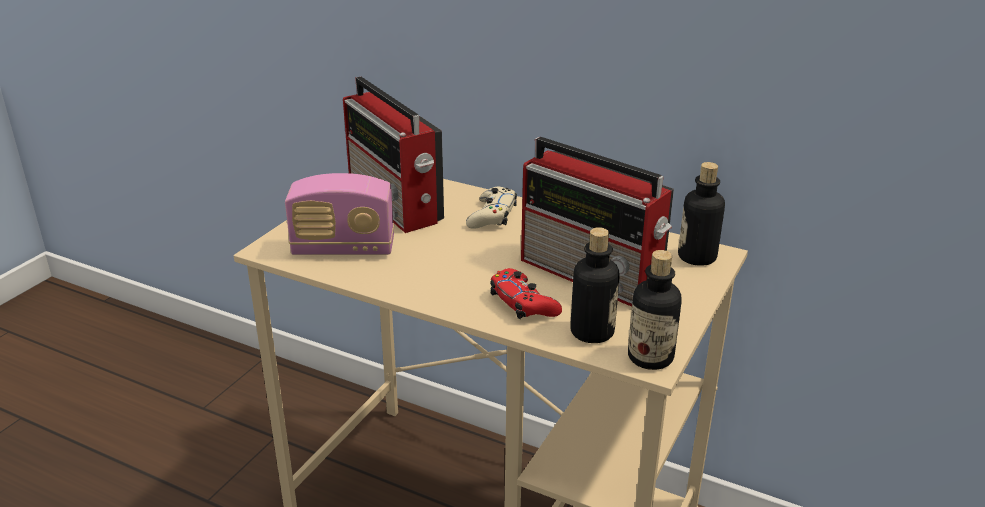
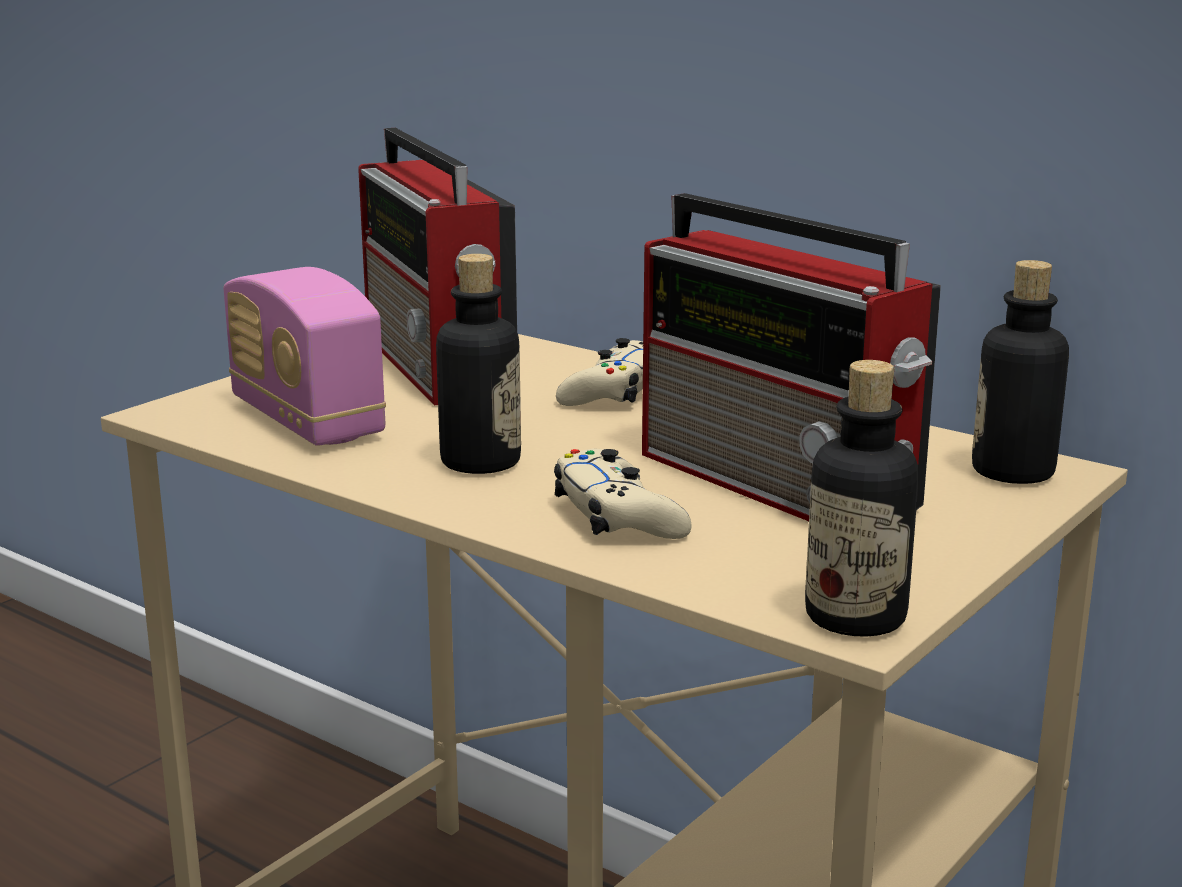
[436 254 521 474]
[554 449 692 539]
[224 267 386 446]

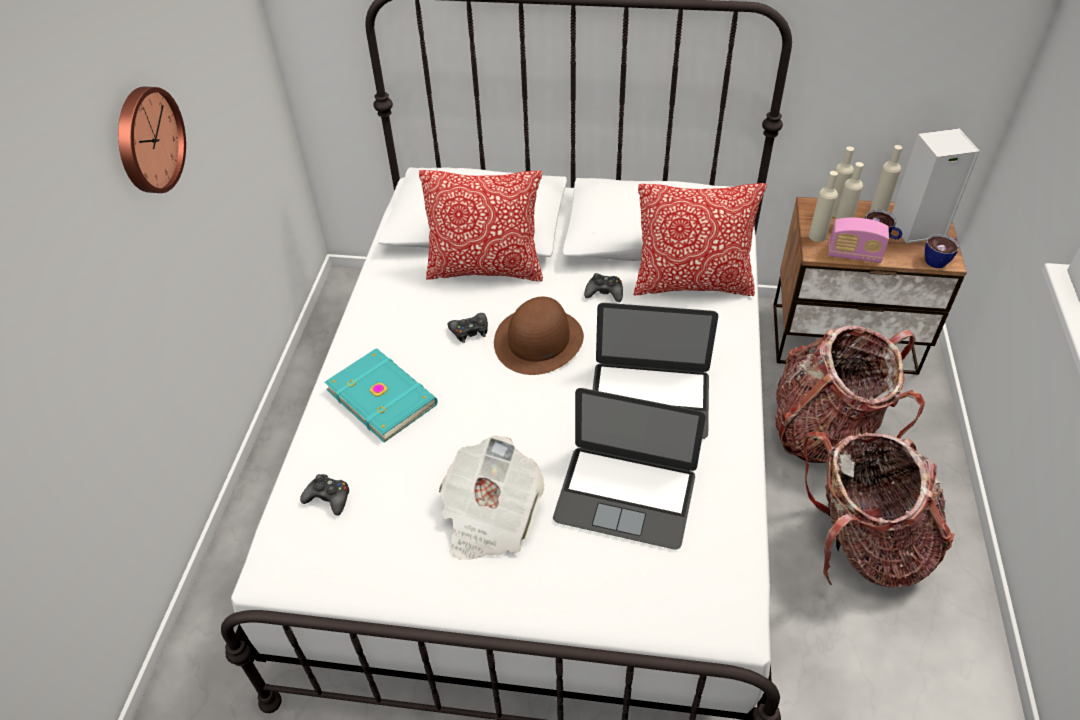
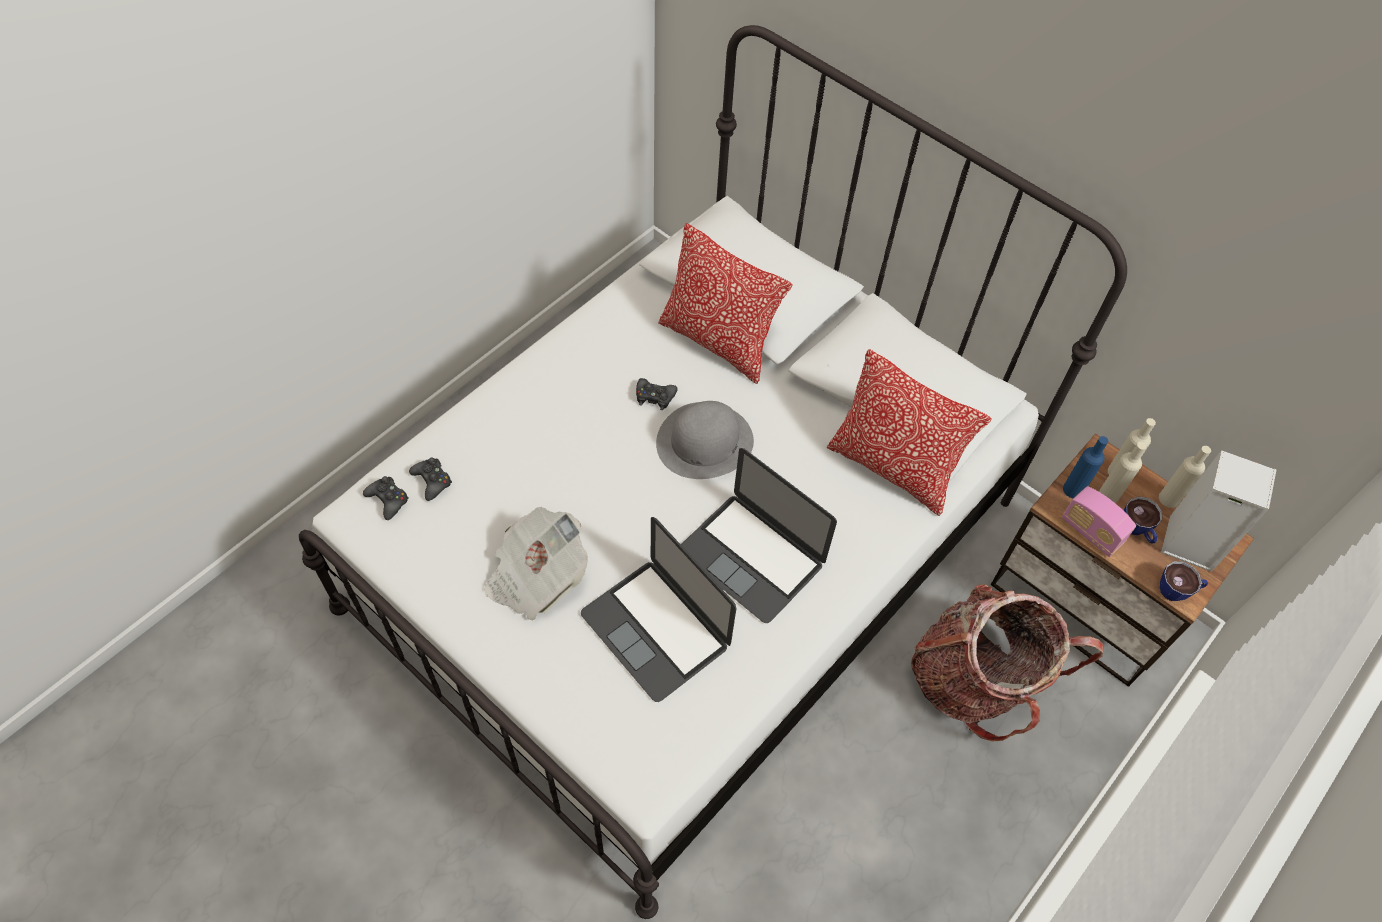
[118 87 186 193] (first image)
[325 348 438 442] (first image)
[803 431 954 587] (first image)
[363 476 409 520]
[656 401 754 479]
[1063 436 1108 498]

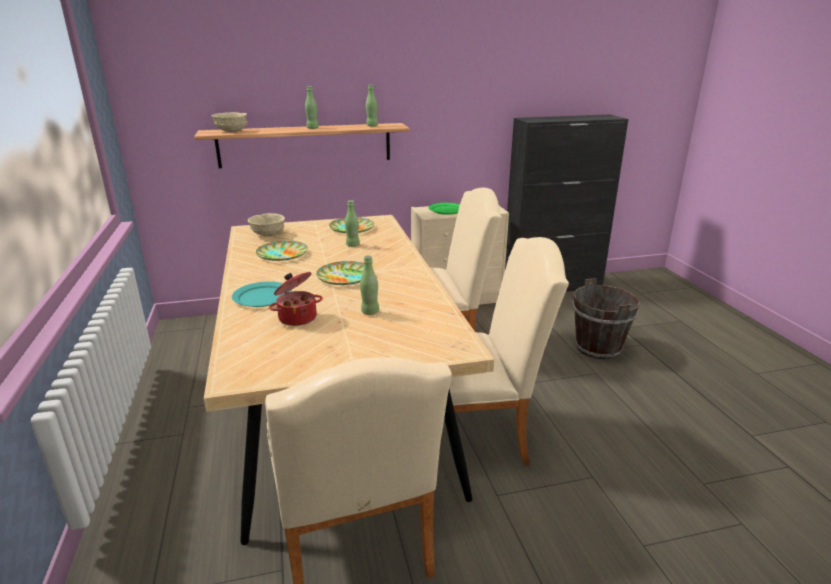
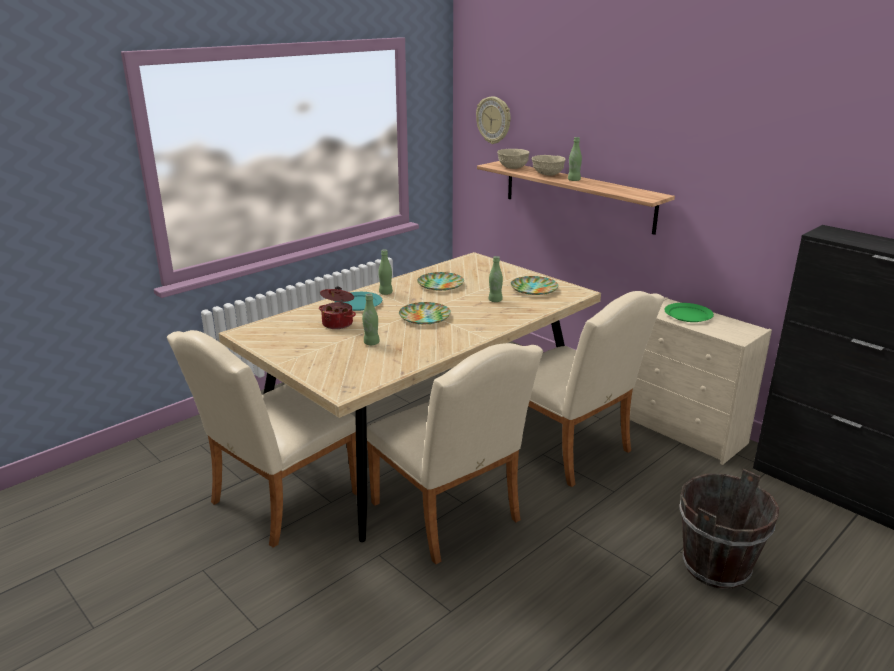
[476 96 511 144]
[532 155 565 176]
[378 249 393 295]

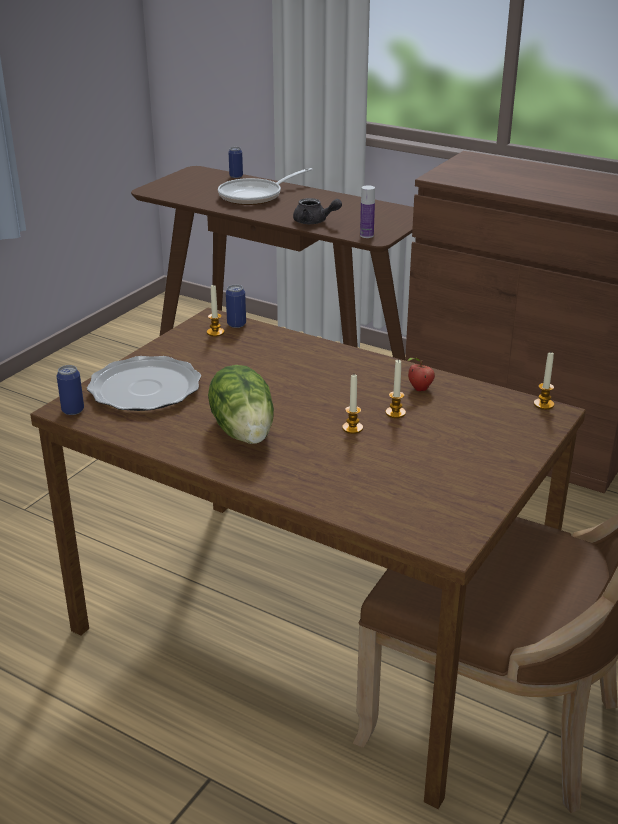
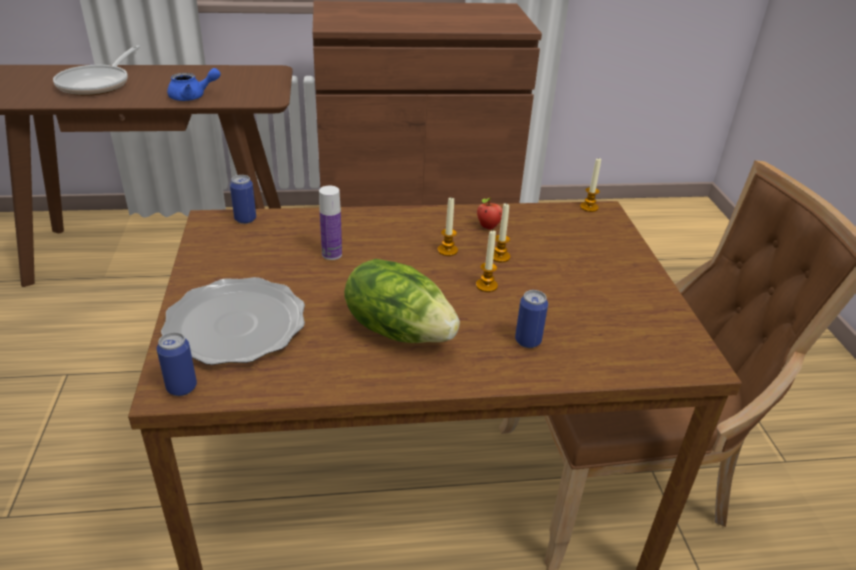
[437 196 458 256]
[515 290 548 348]
[319 186 342 260]
[167 68 221 101]

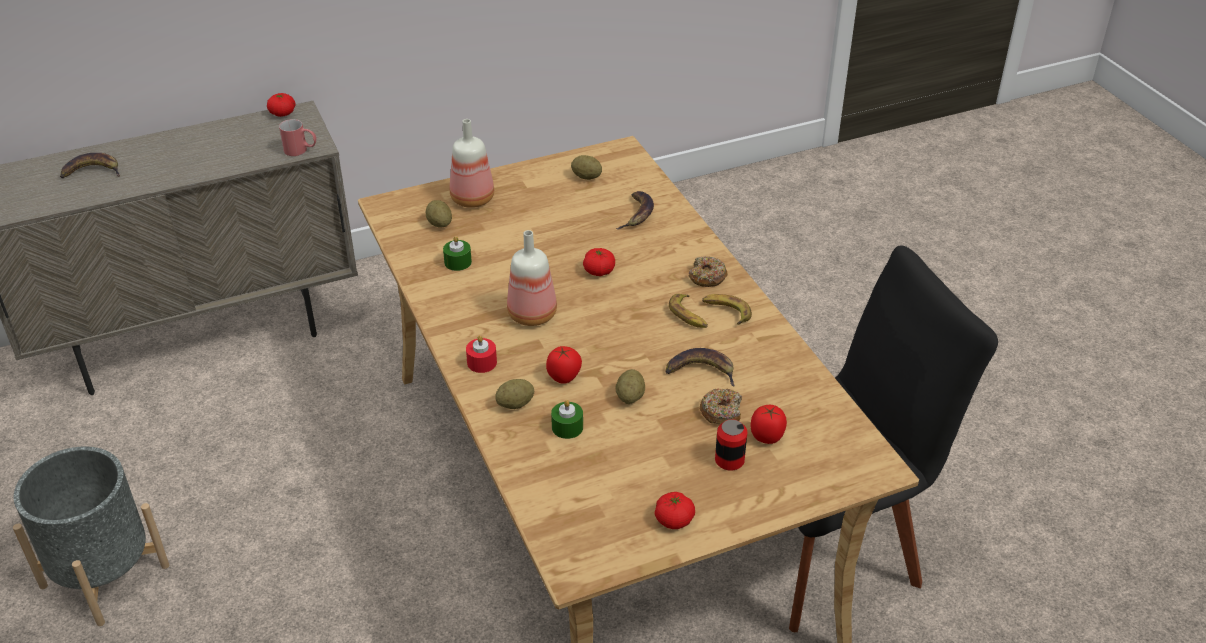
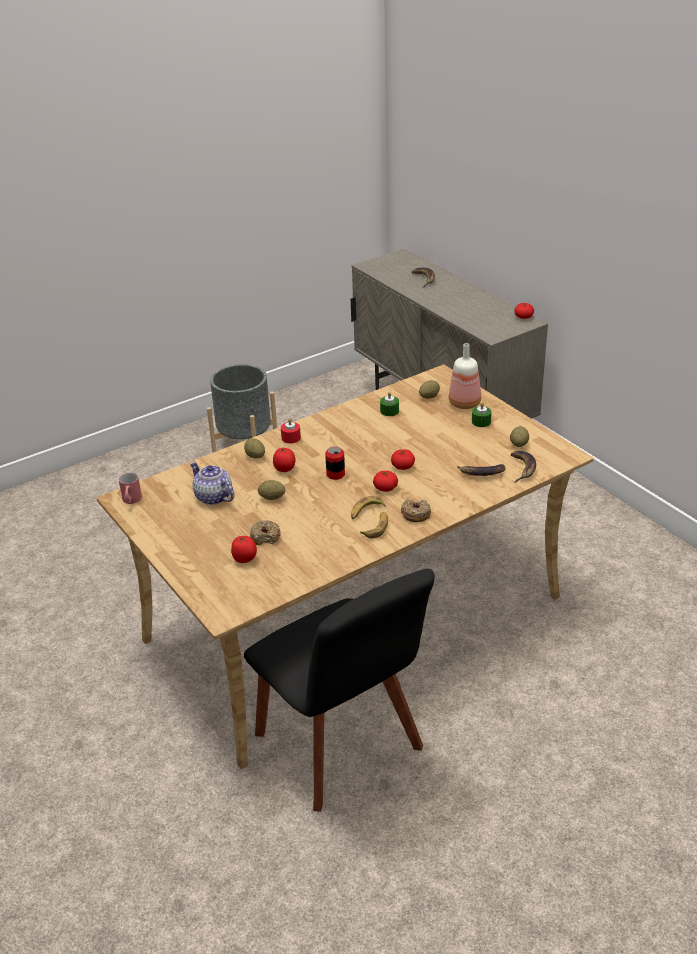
[507 230 557 326] (first image)
[190 462 234 505]
[118 472 142 504]
[472 402 492 427]
[373 470 398 492]
[510 451 536 483]
[325 446 345 480]

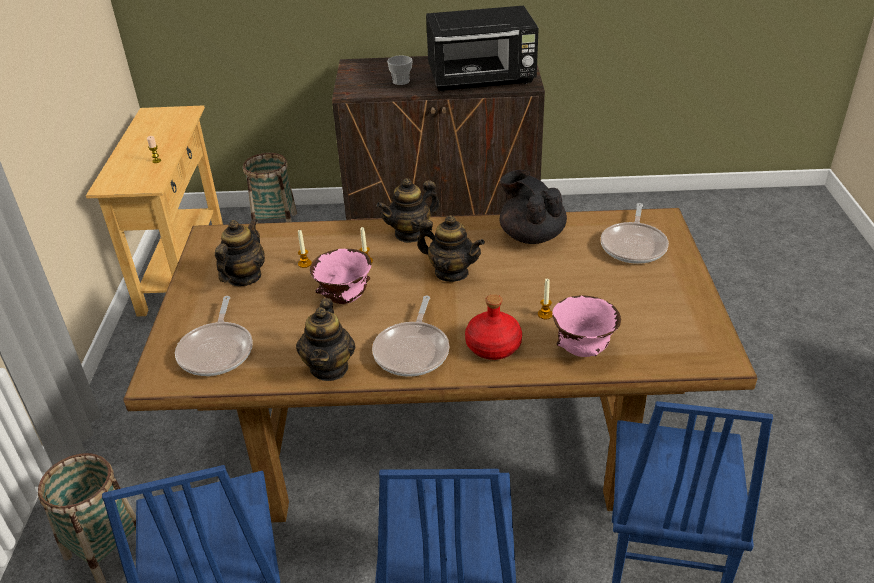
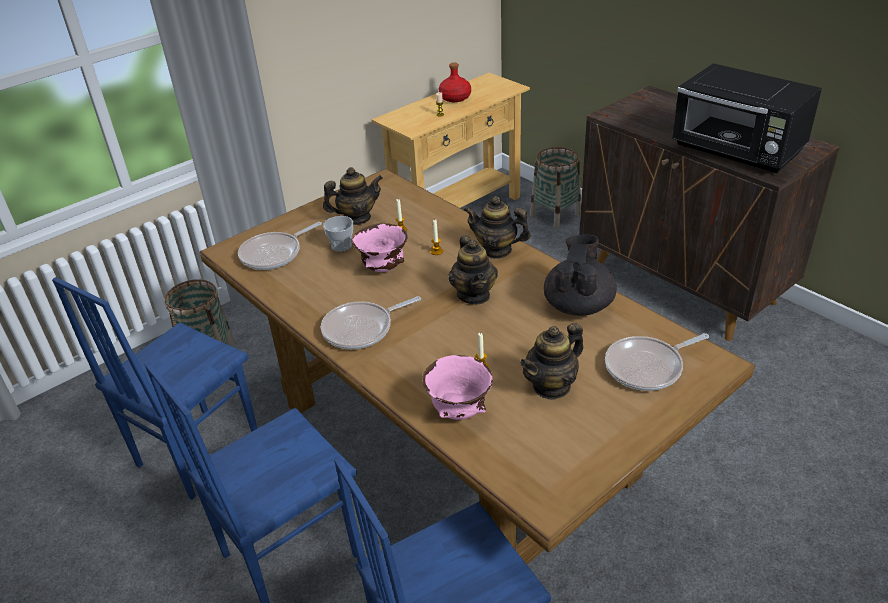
[520 323 584 400]
[323 216 353 252]
[439 62 471 102]

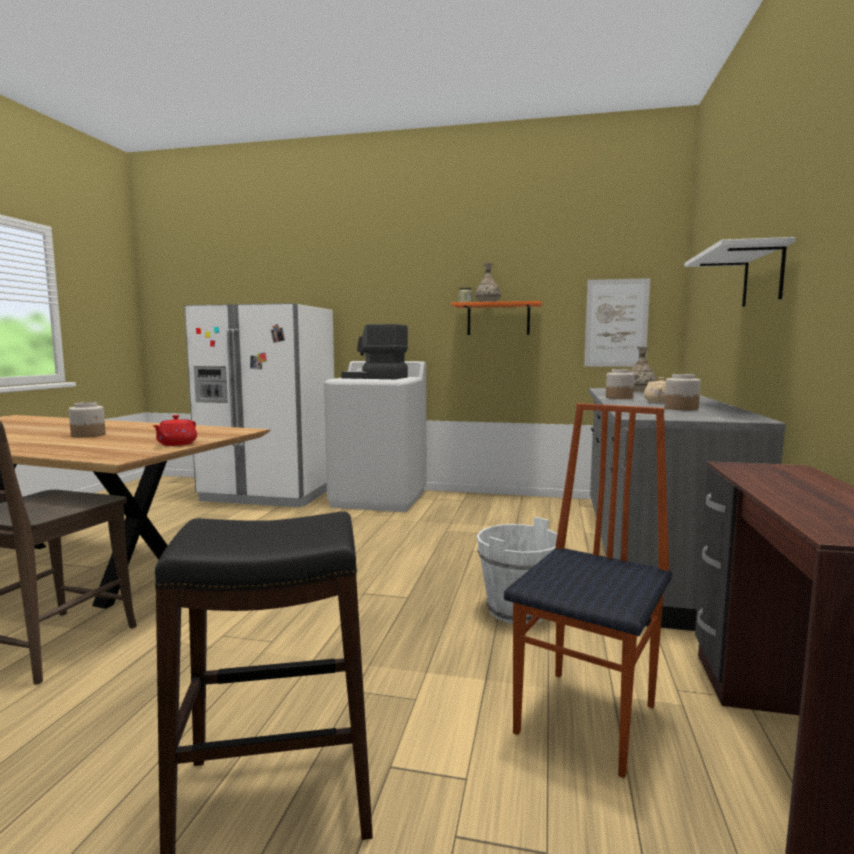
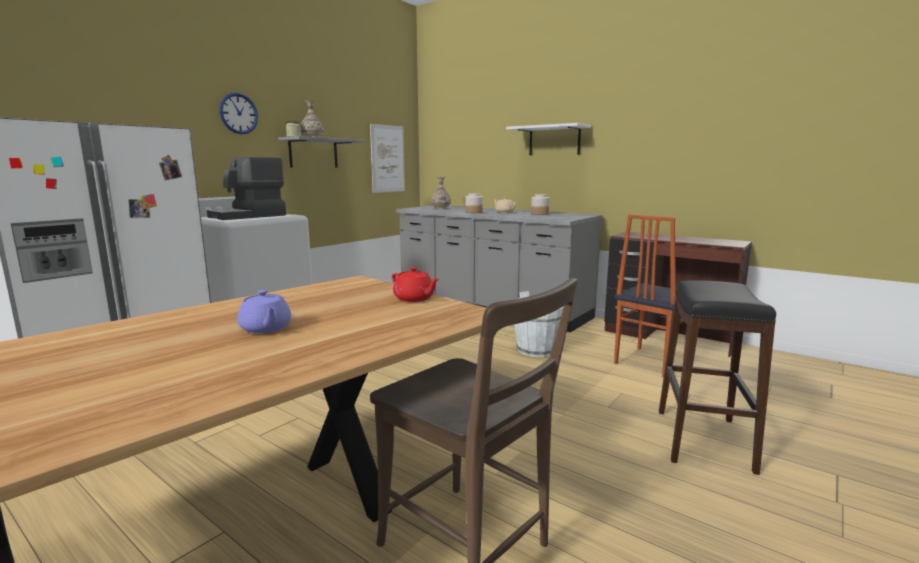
[219 93 258 134]
[237 290 291 334]
[278 136 364 168]
[614 215 688 378]

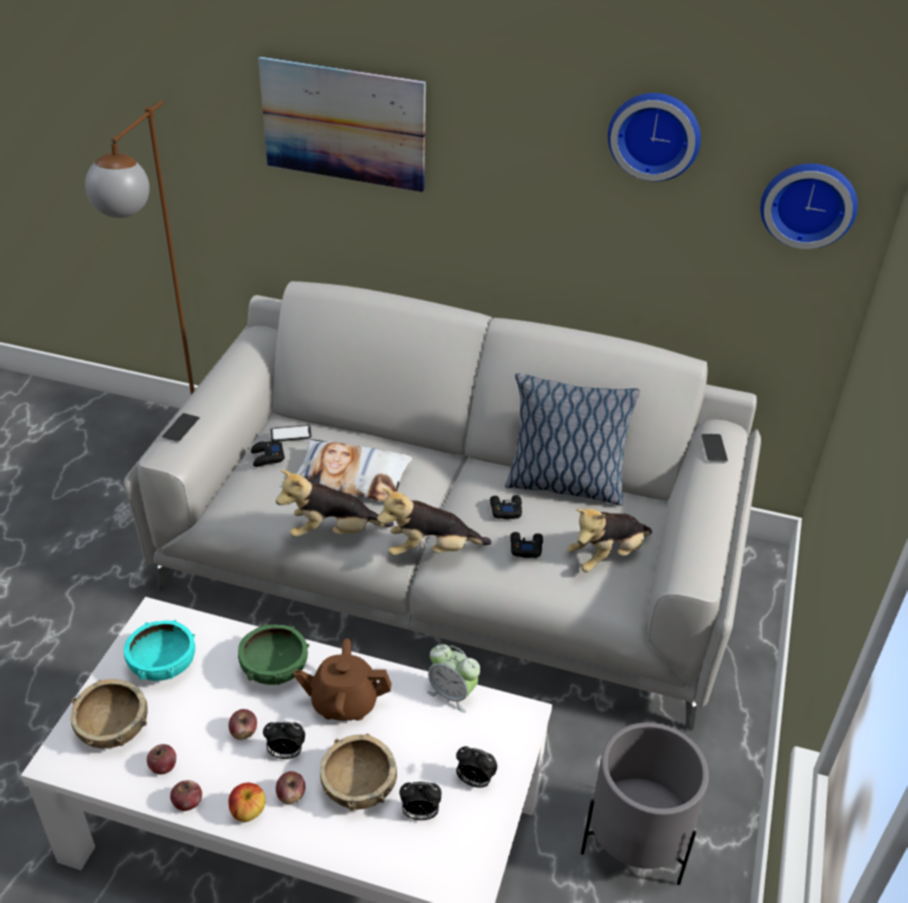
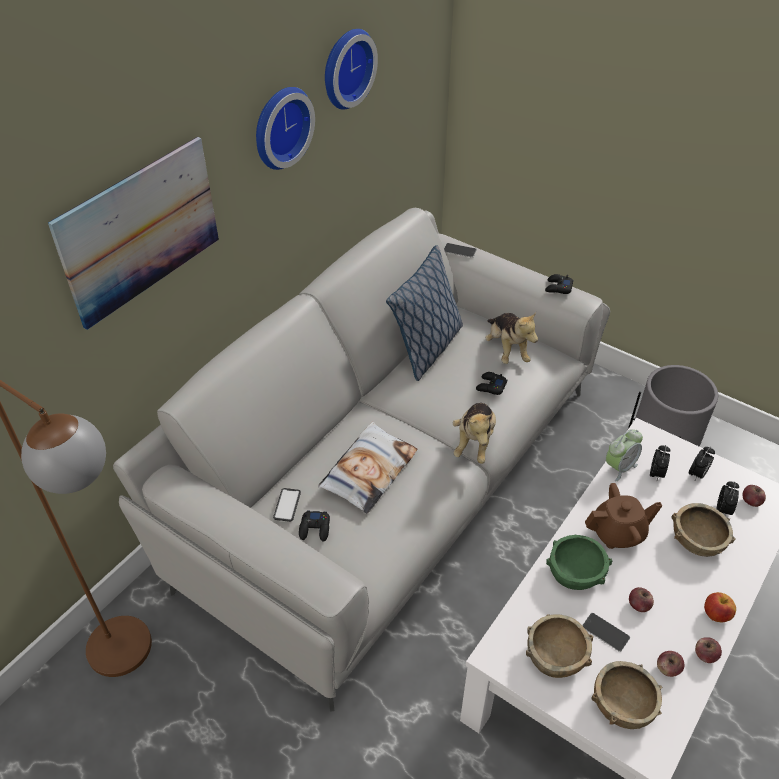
[276 470 394 537] (first image)
[582 613 630 652]
[650 445 670 480]
[743 485 766 507]
[545 274 573 294]
[256 87 315 170]
[526 614 593 678]
[585 483 662 549]

